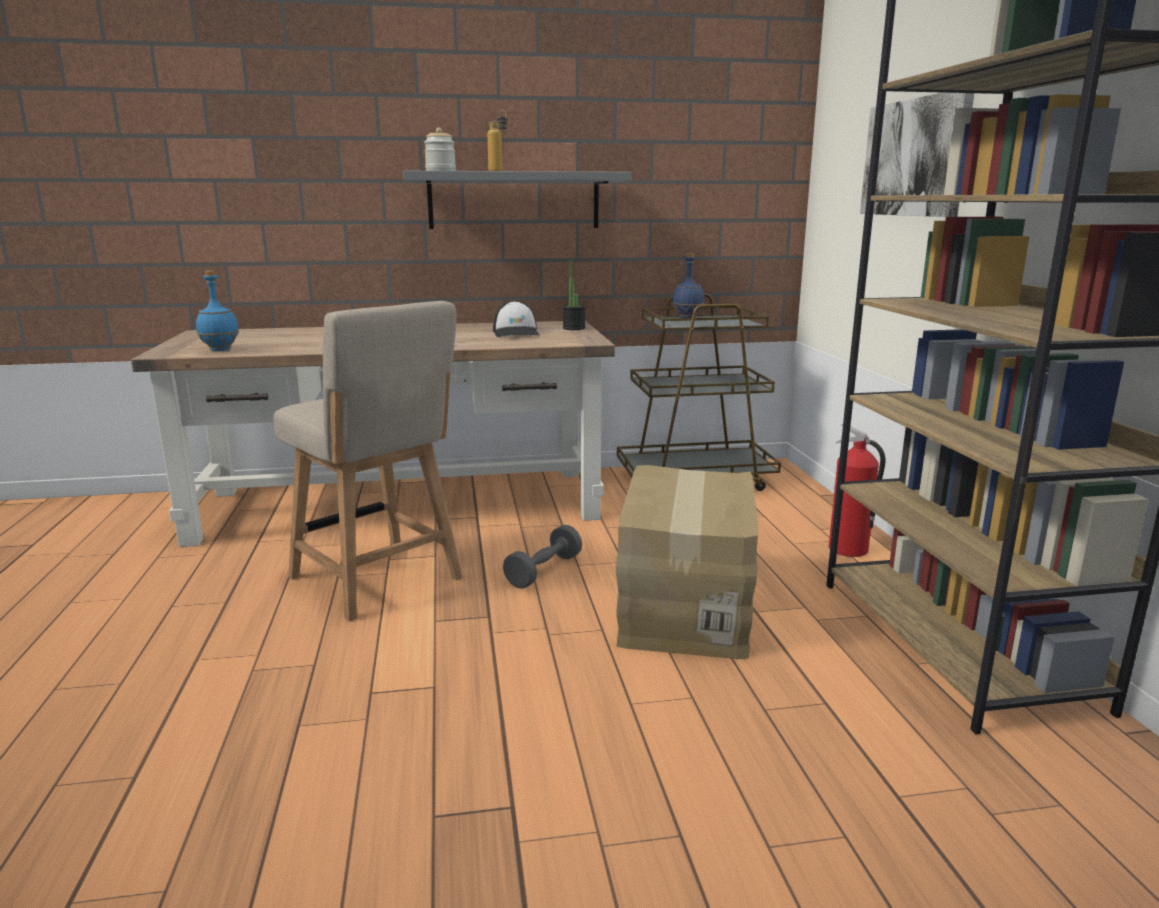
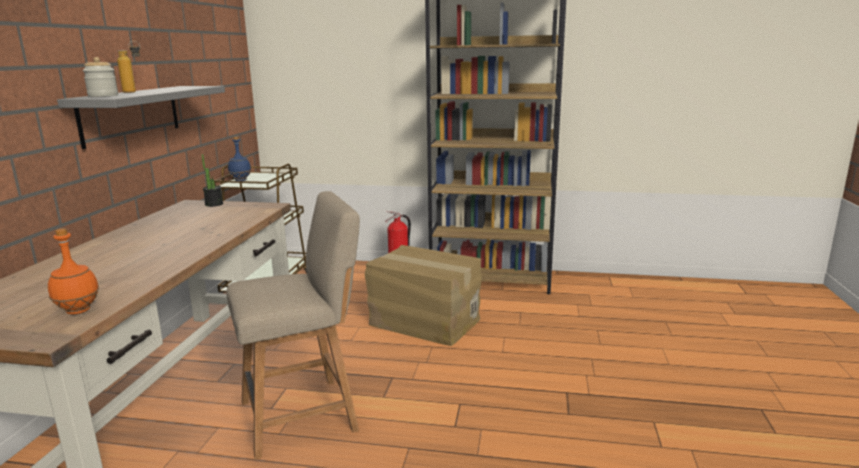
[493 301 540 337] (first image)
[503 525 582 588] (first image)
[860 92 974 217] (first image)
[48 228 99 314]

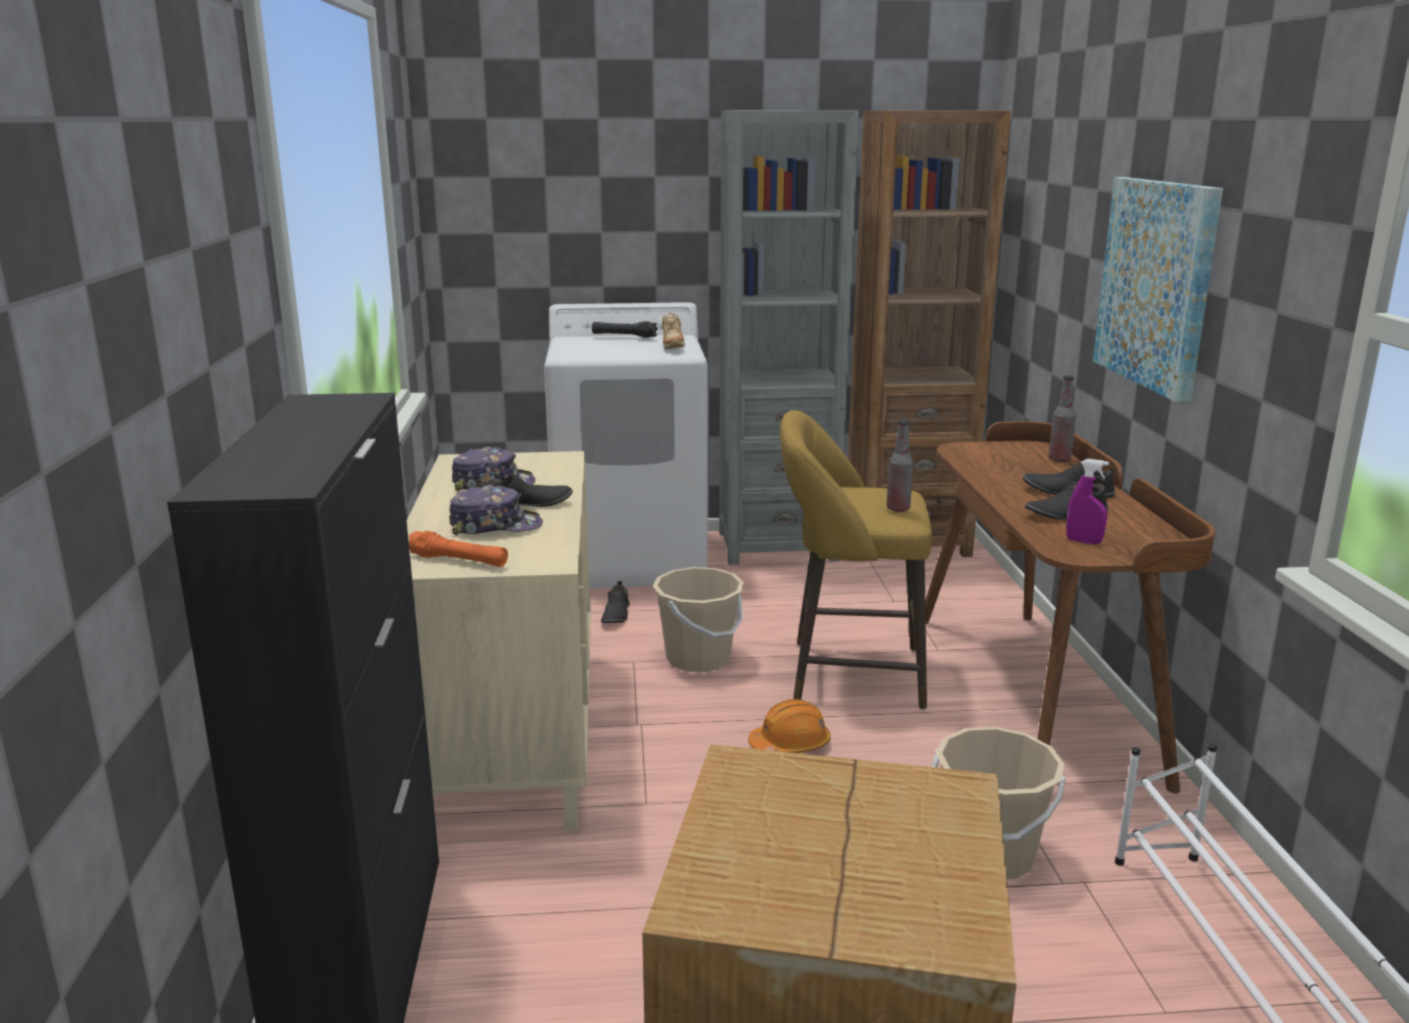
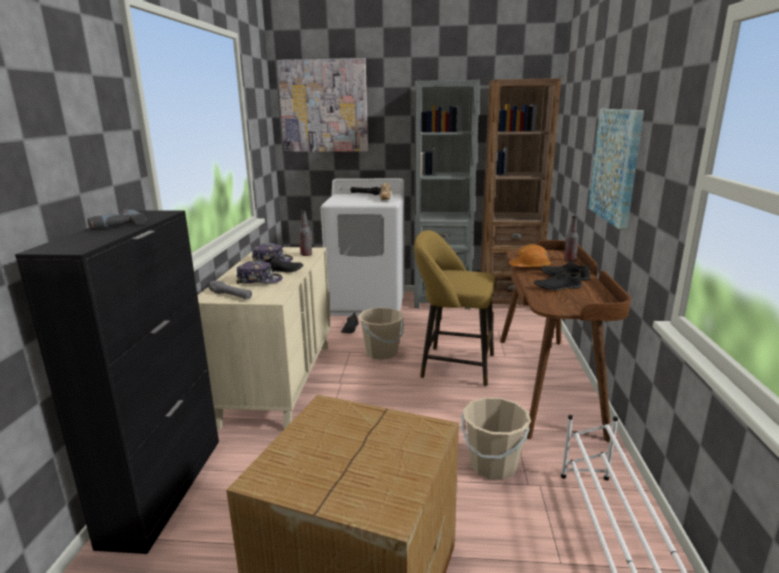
[1066 459 1109 544] (first image)
[87 209 147 230]
[277 58 368 152]
[509 244 551 267]
[299 210 312 256]
[208 281 252 300]

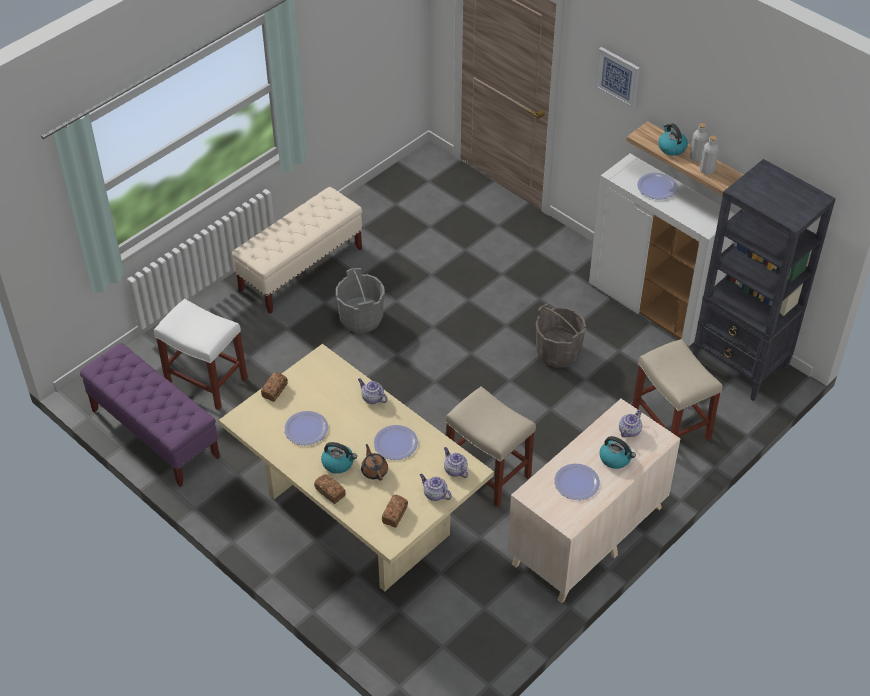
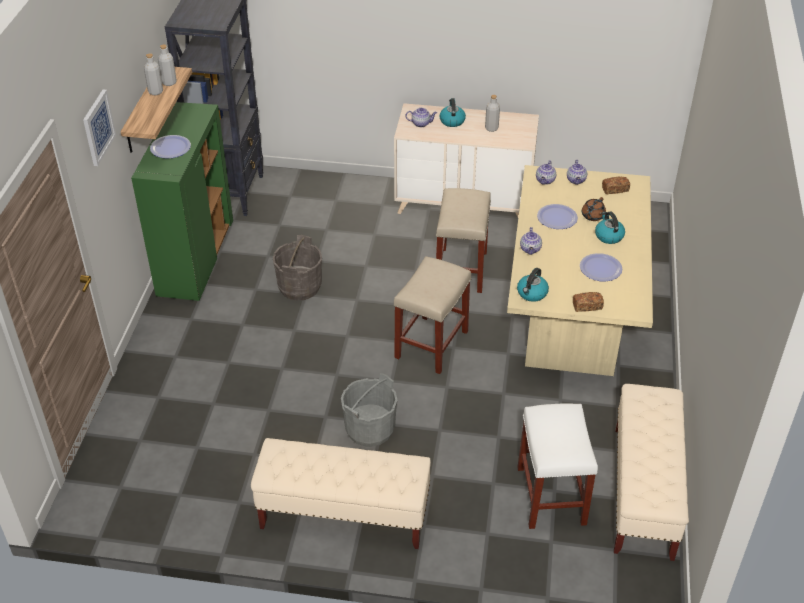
[314 474 345 504] (first image)
[394 256 471 374]
[517 268 549 302]
[485 95 500 132]
[614 384 689 561]
[131 102 233 301]

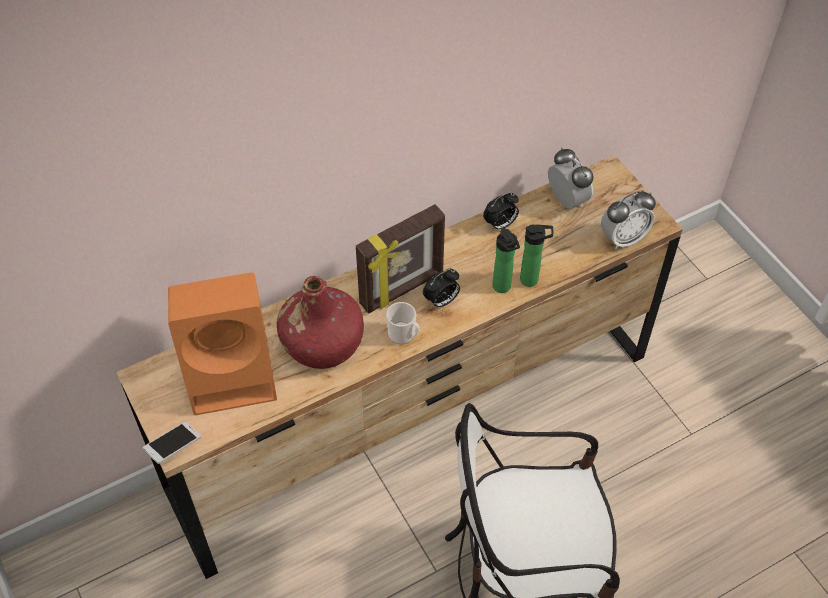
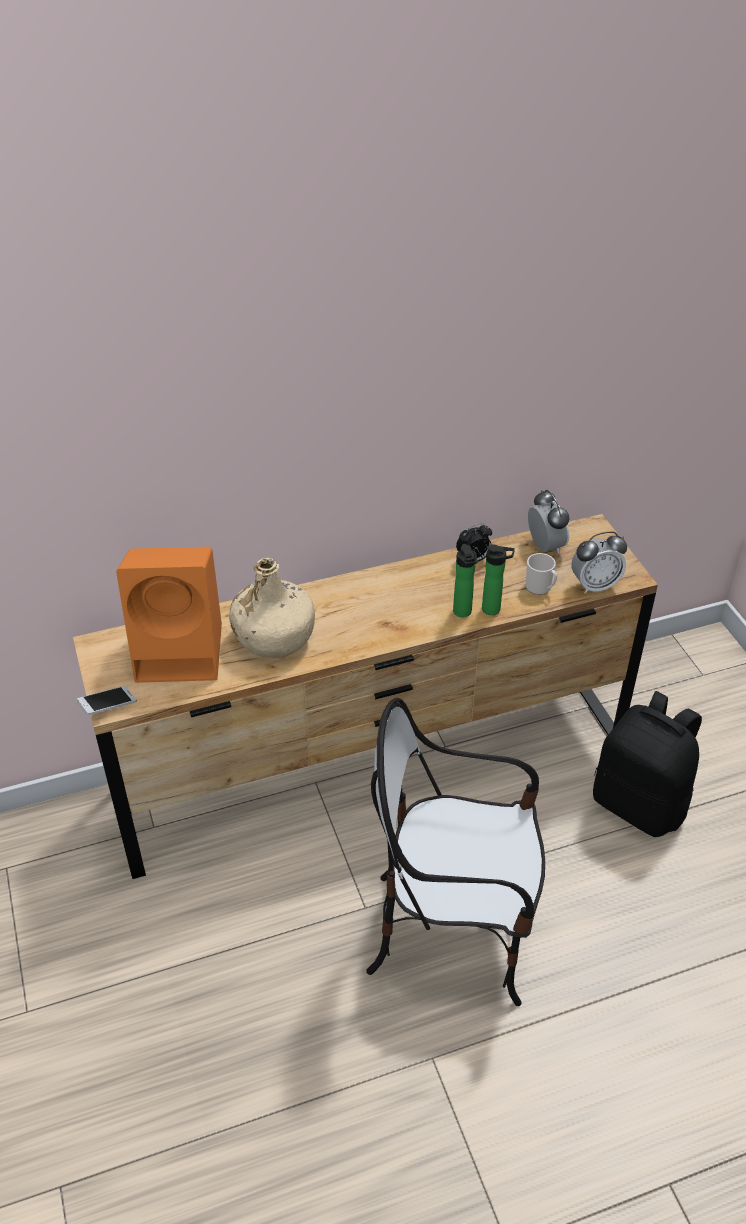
[356 204 445 314] (first image)
[423 269 460 308] (first image)
[593 691 702 837]
[526 553 558 595]
[229 558 315 658]

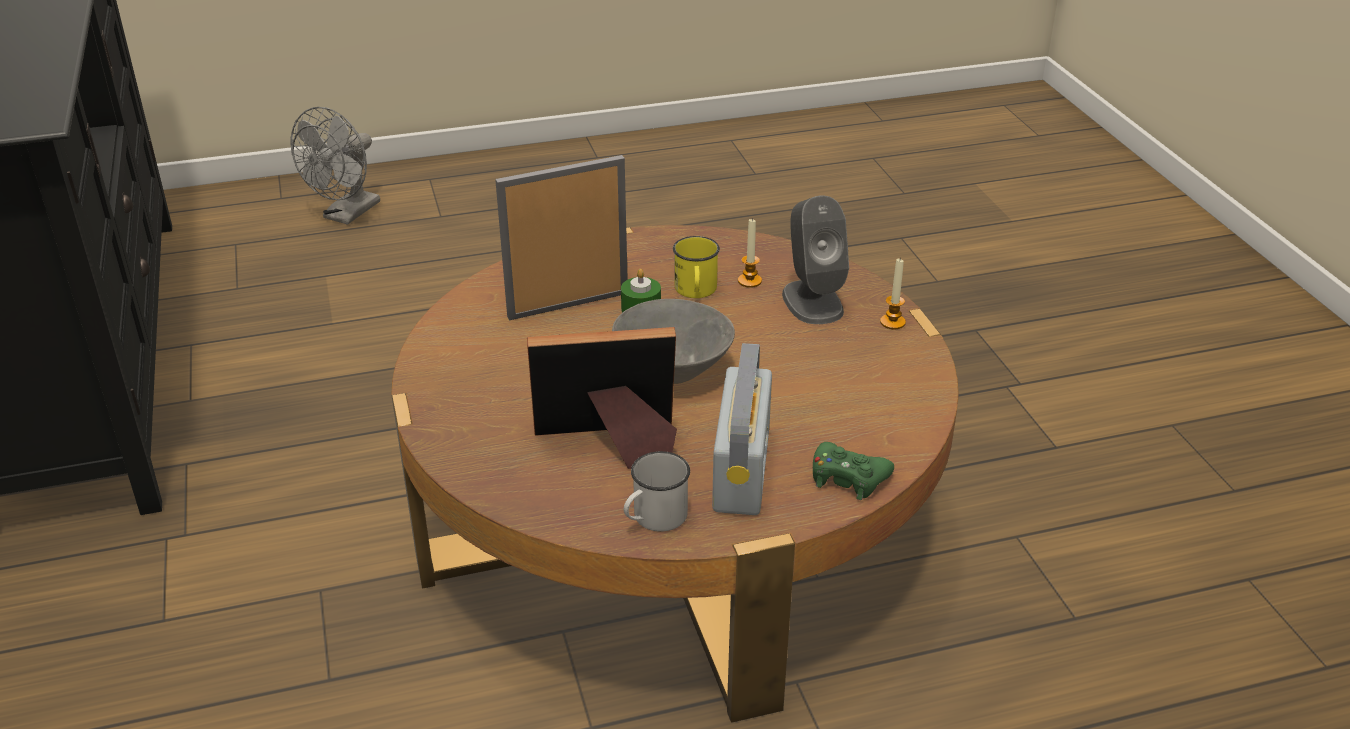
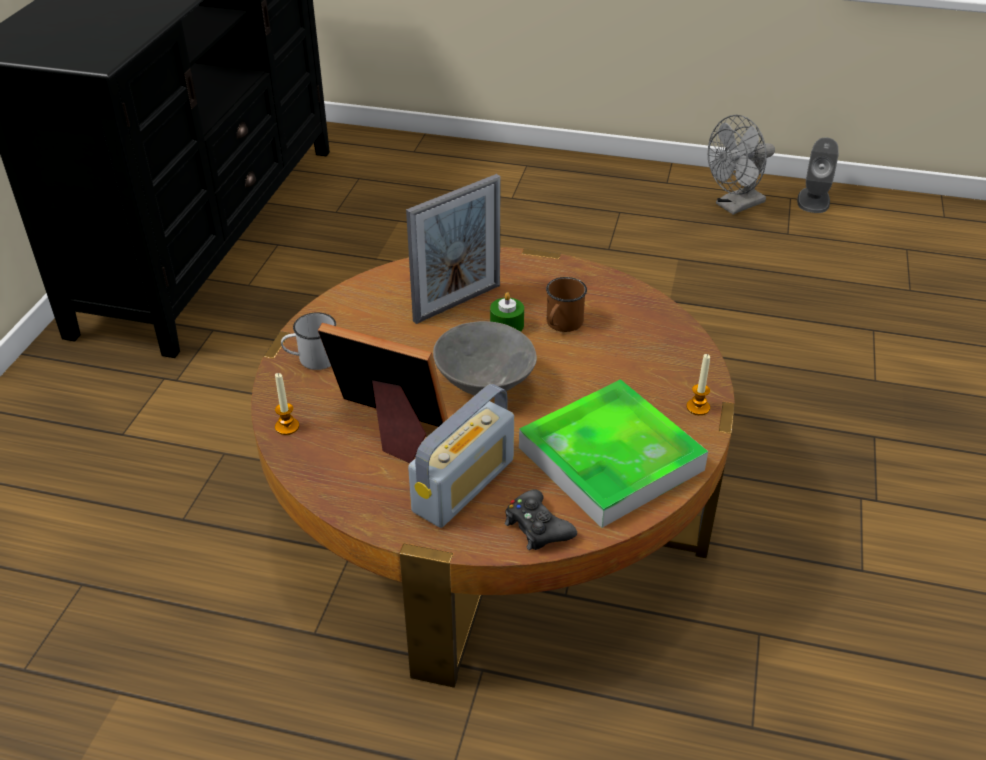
[519 379 708 528]
[708 115 775 215]
[281 312 336 370]
[275 373 299 435]
[797 137 839 213]
[546 277 587 332]
[505 489 577 550]
[406 174 501 324]

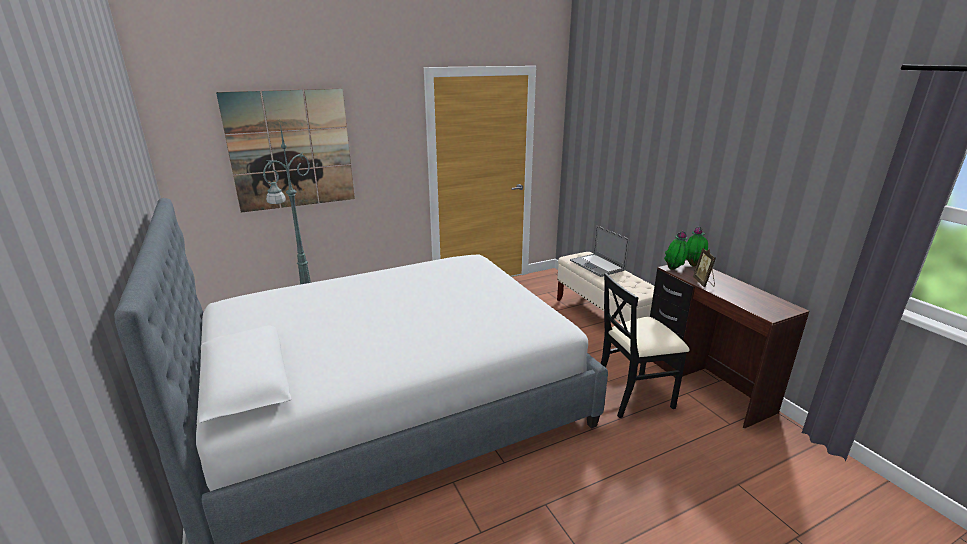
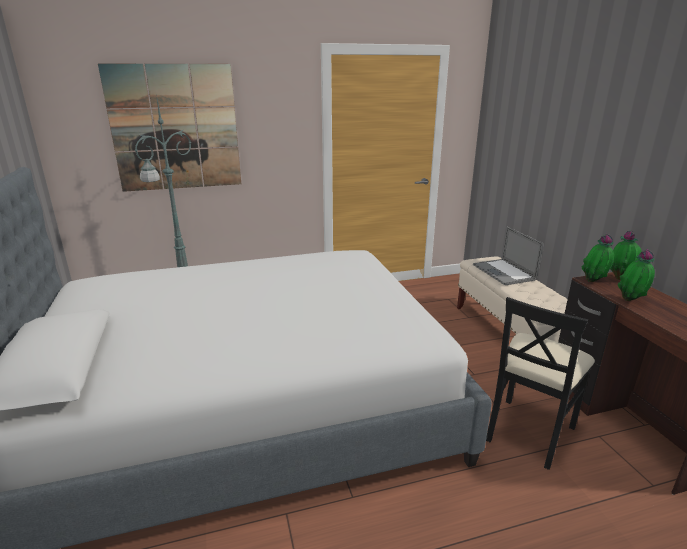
[618 249 655 301]
[486 297 595 470]

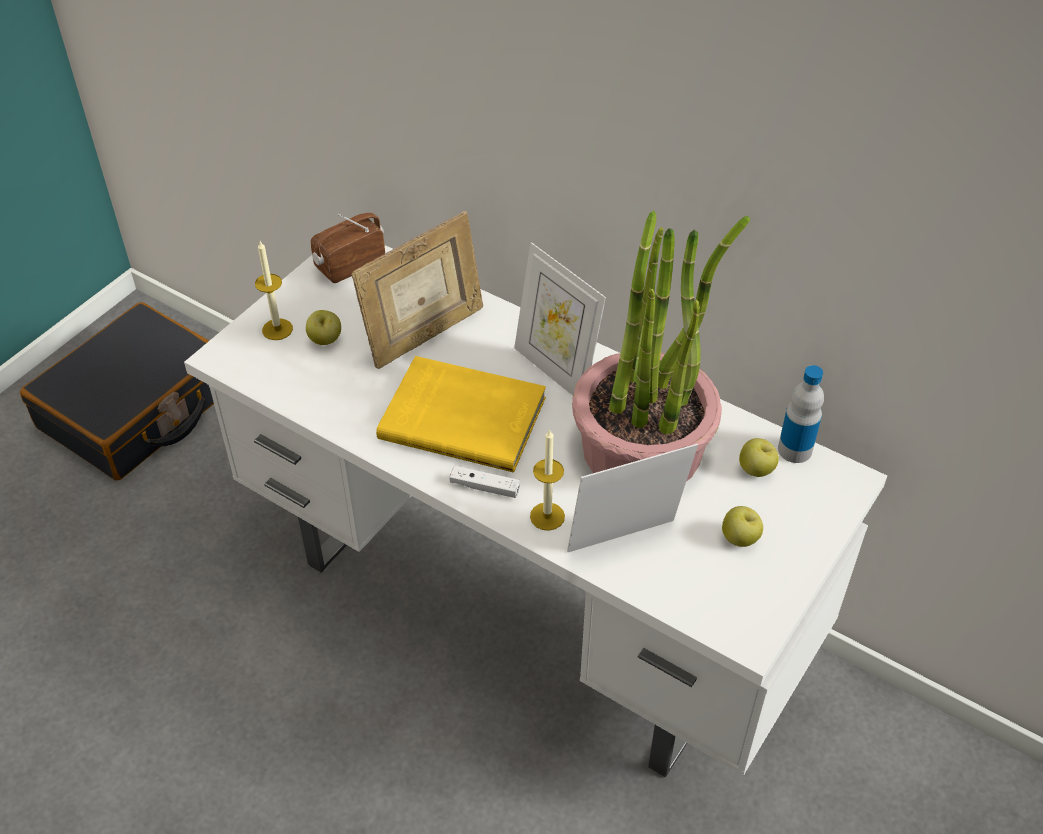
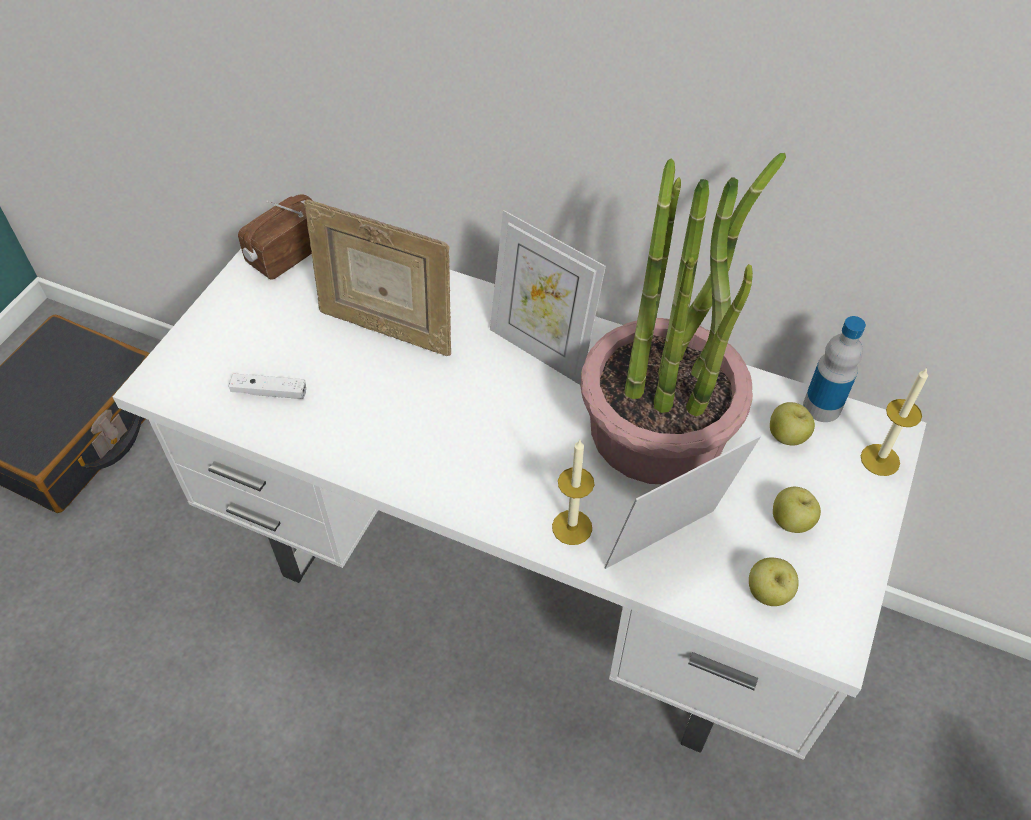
[376 356 546 472] (first image)
[861 368 928 476]
[749 558 799 606]
[229 373 306 399]
[304 199 451 356]

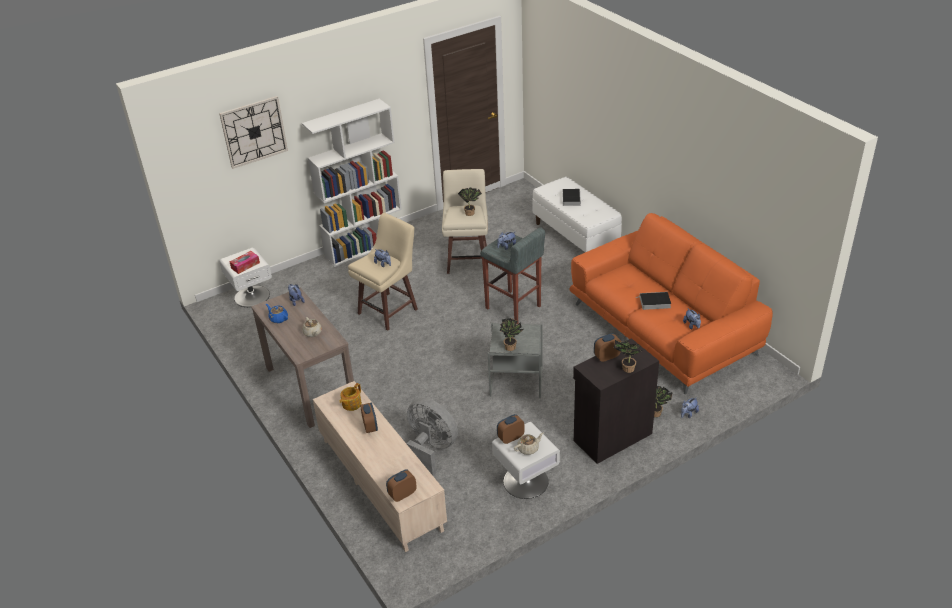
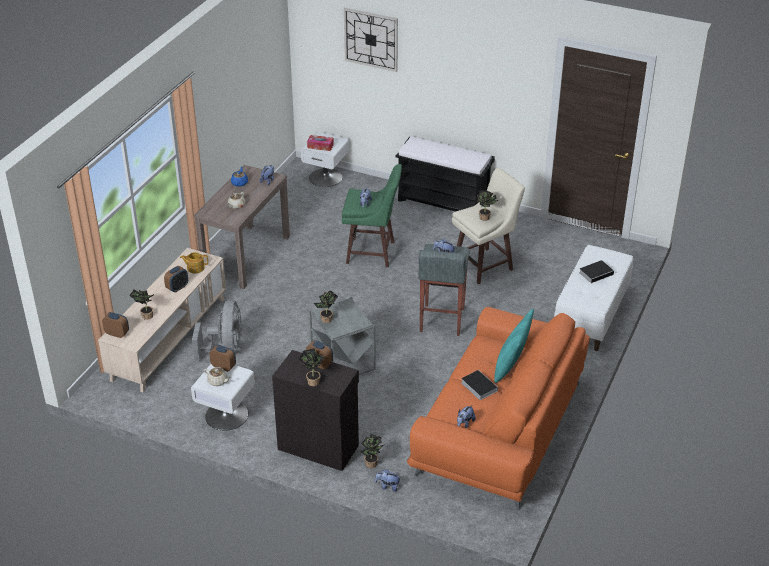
[129 289 154 320]
[494 309 534 383]
[396 136 495 212]
[342 164 402 267]

